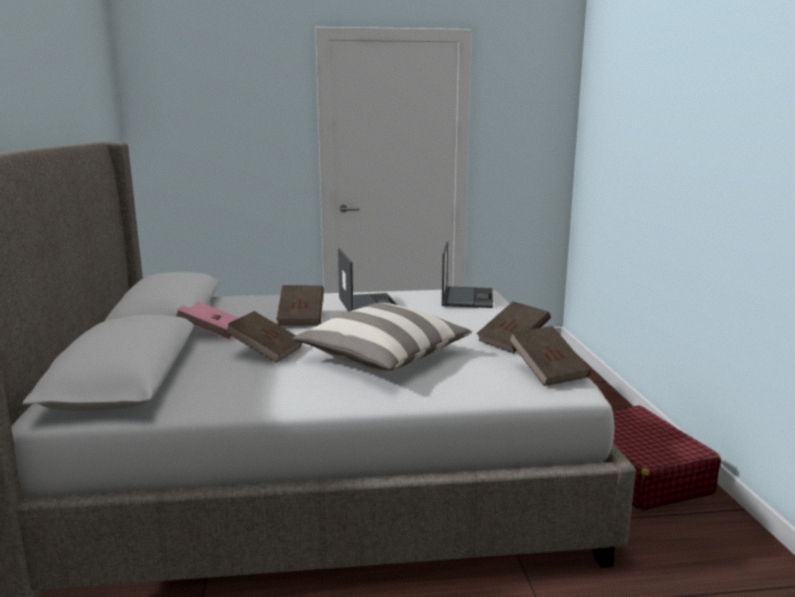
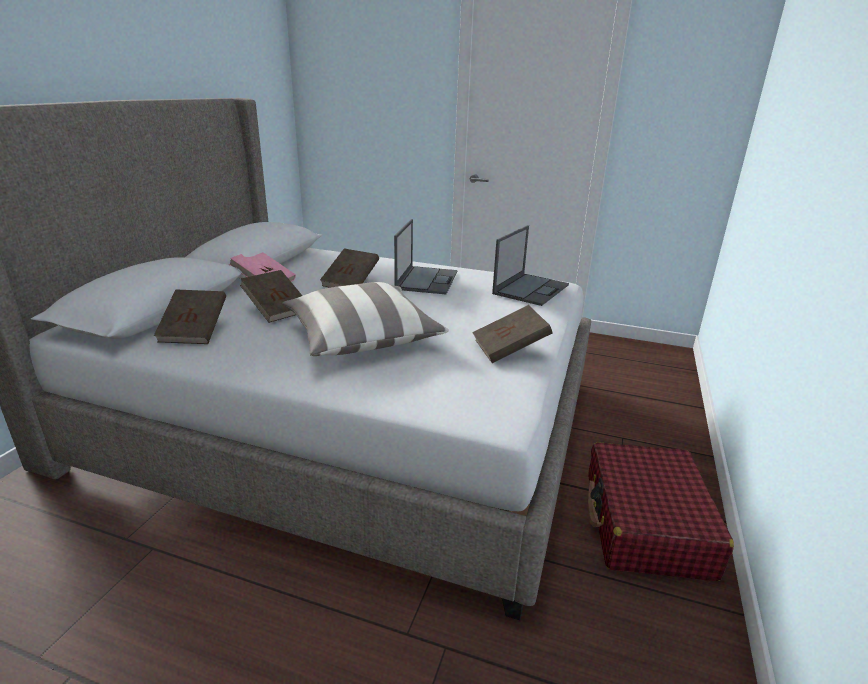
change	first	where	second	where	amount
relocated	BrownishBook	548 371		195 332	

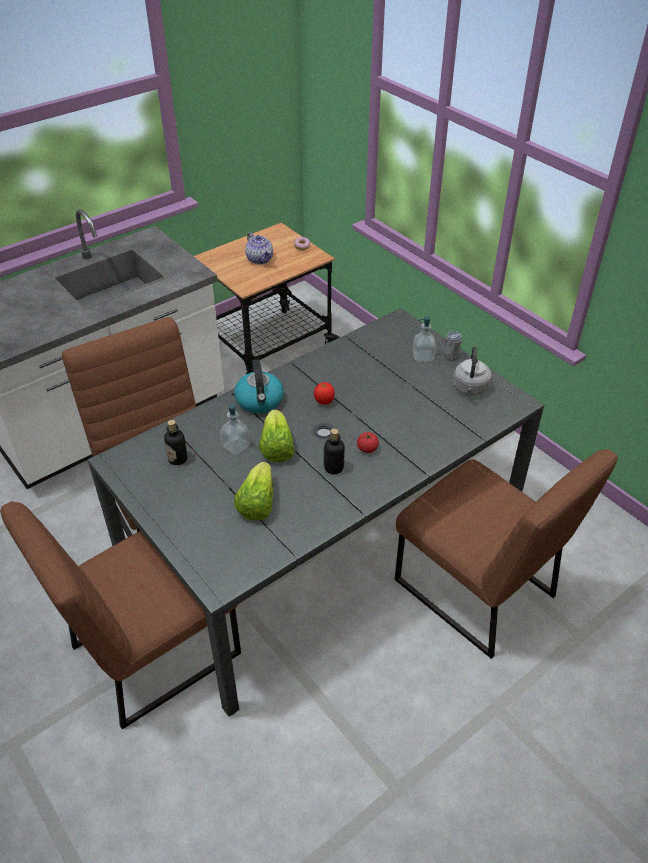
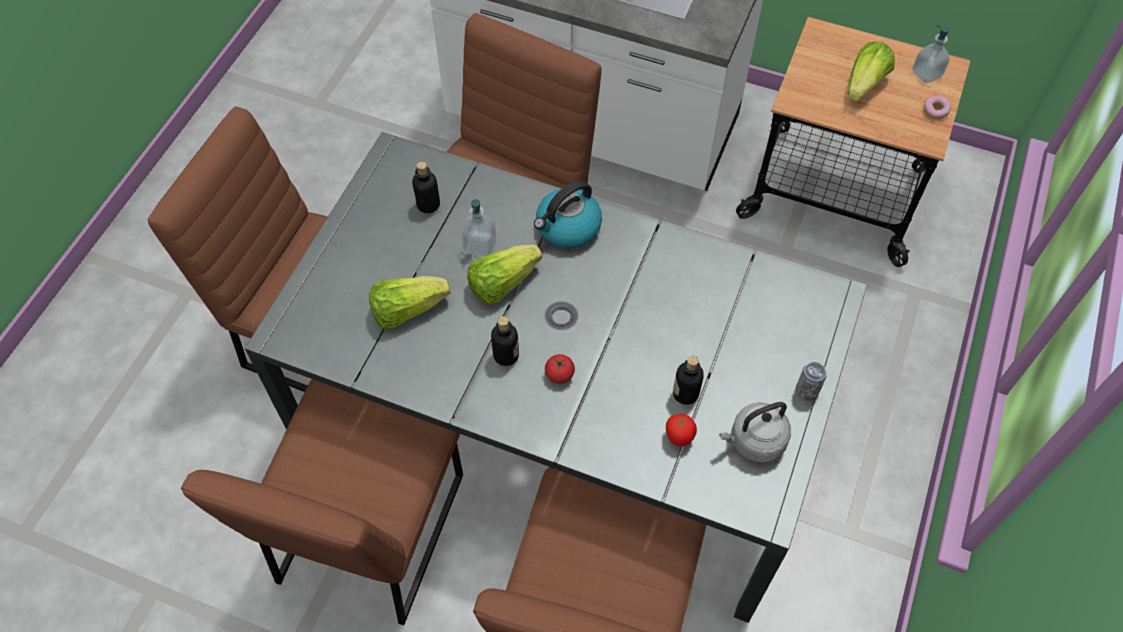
change	first	where	second	where	amount
appeared			BrownishChair	367 533	
appeared			DrinkBottle	685 393	
relocated	WholeTomato	324 402		679 437	
relocated	SoapBottle	423 357		926 74	
exchanged	Teapot	260 259	LettuceHead	865 84	

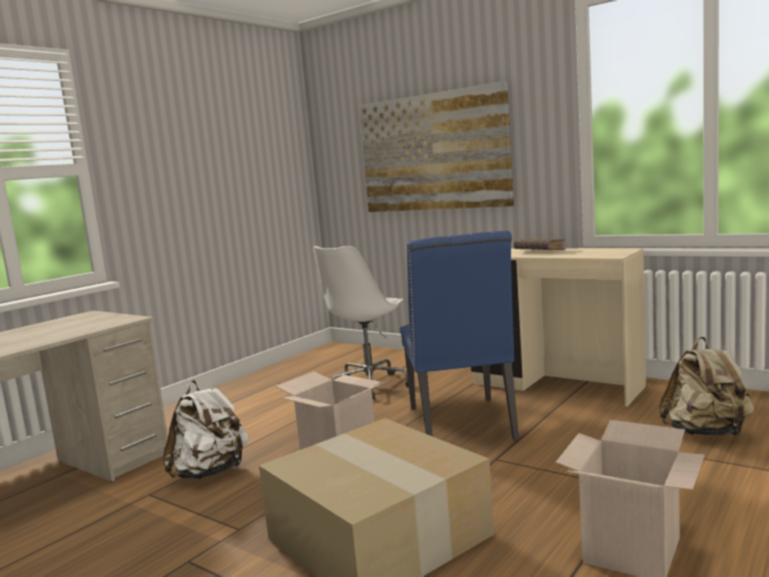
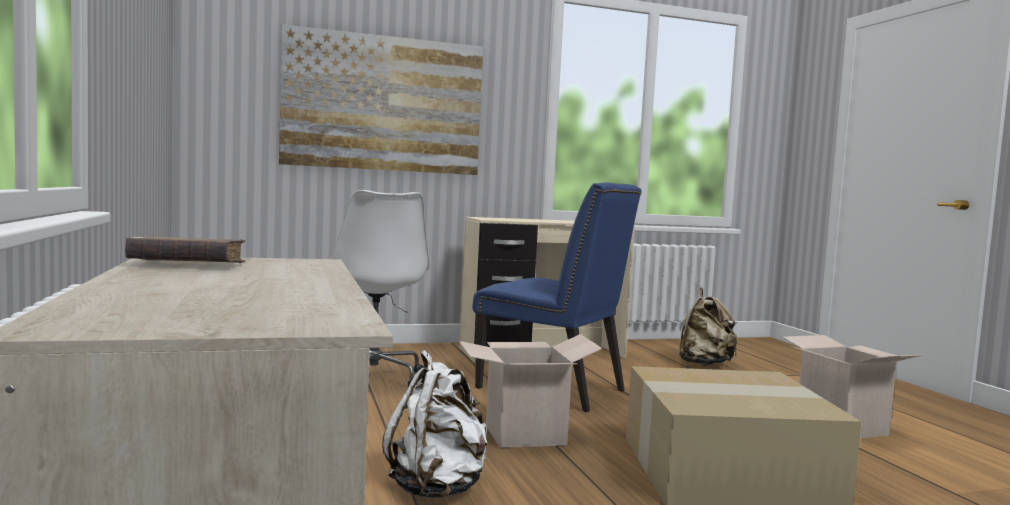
change	first	where	second	where	amount
relocated	BrownishBook	539 251		187 265	

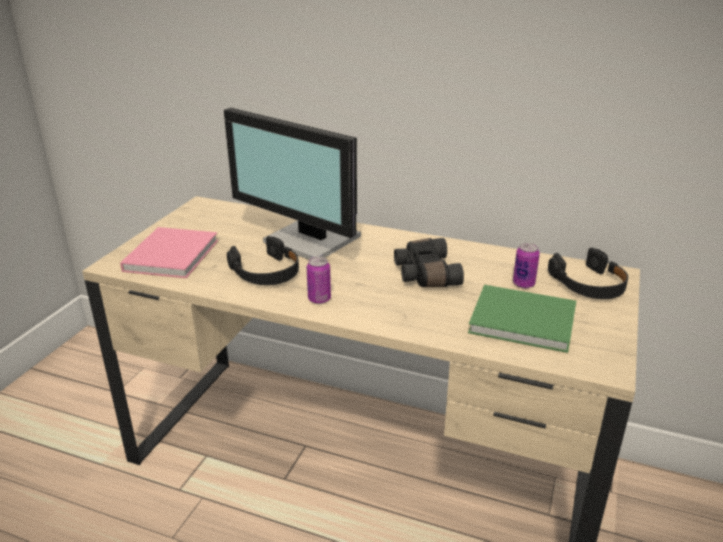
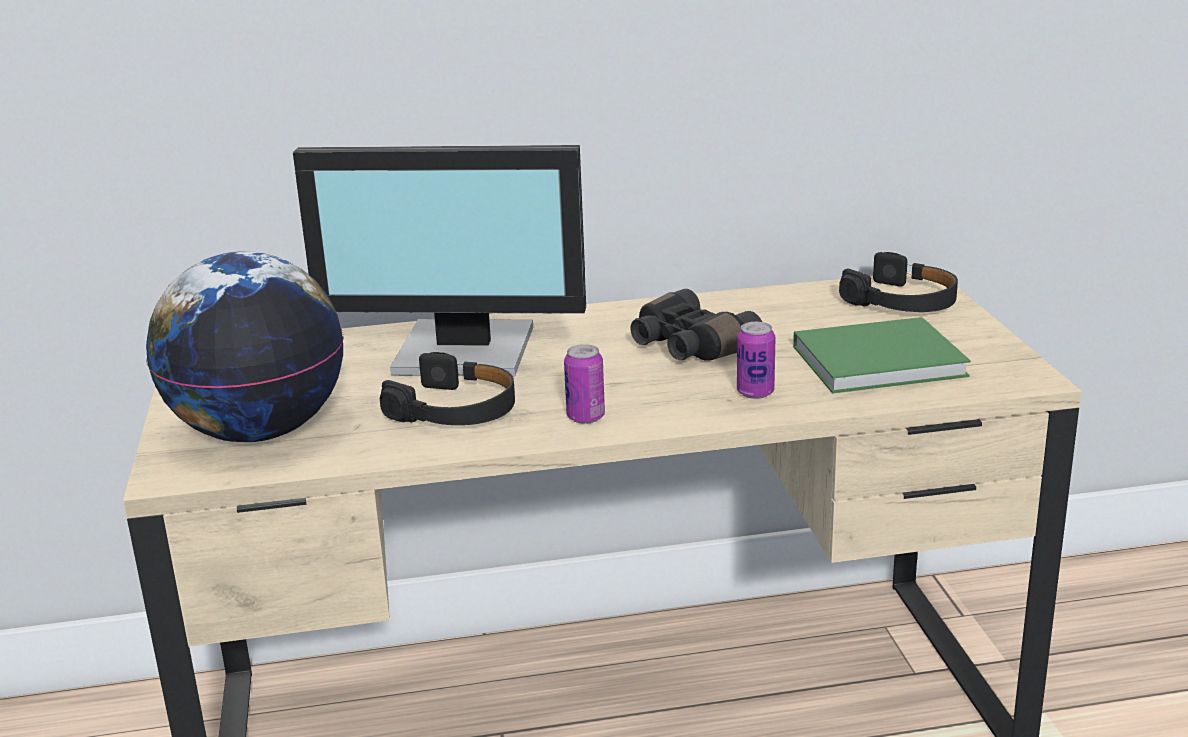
change	first	where	second	where	amount
relocated	Can	523 284		755 392	
exchanged	PinkishBook	173 254	DeskGlobe	259 431	

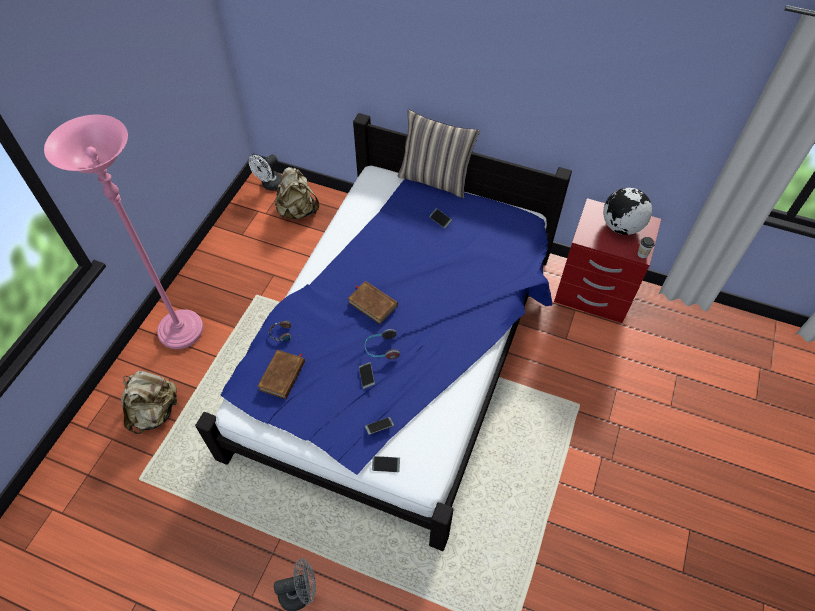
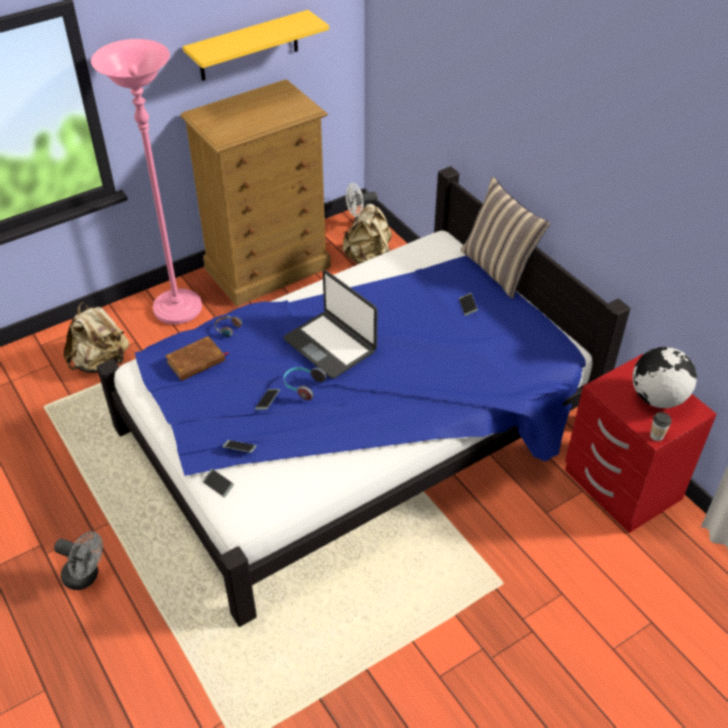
change	first	where	second	where	amount
appeared			BrownishDrawerChest	269 267	
appeared			YellowColouredShelf	248 46	
exchanged	BrownishBook	372 304	NotebookComputer	330 345	

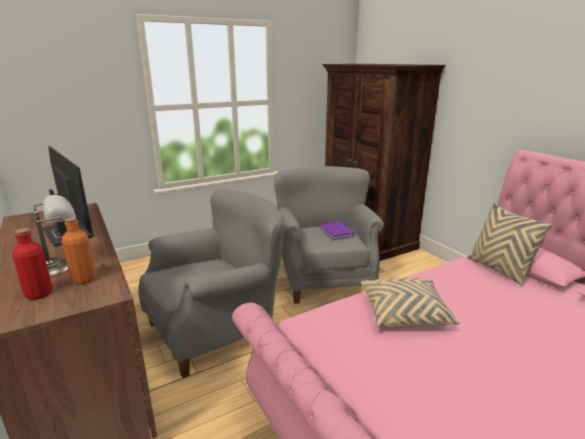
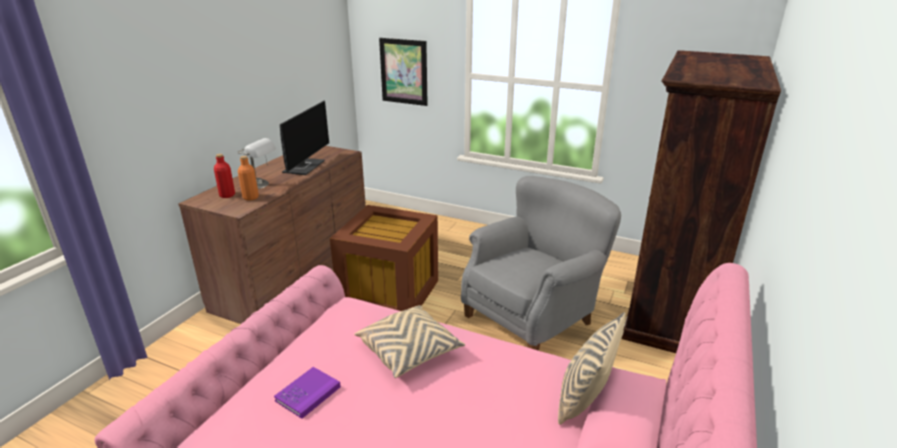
change	first	where	second	where	amount
appeared			WallArt	404 71	
relocated	PurplishBook	336 232		308 394	
exchanged	GrayArmchair	216 328	BrownishStorageContainer	390 294	

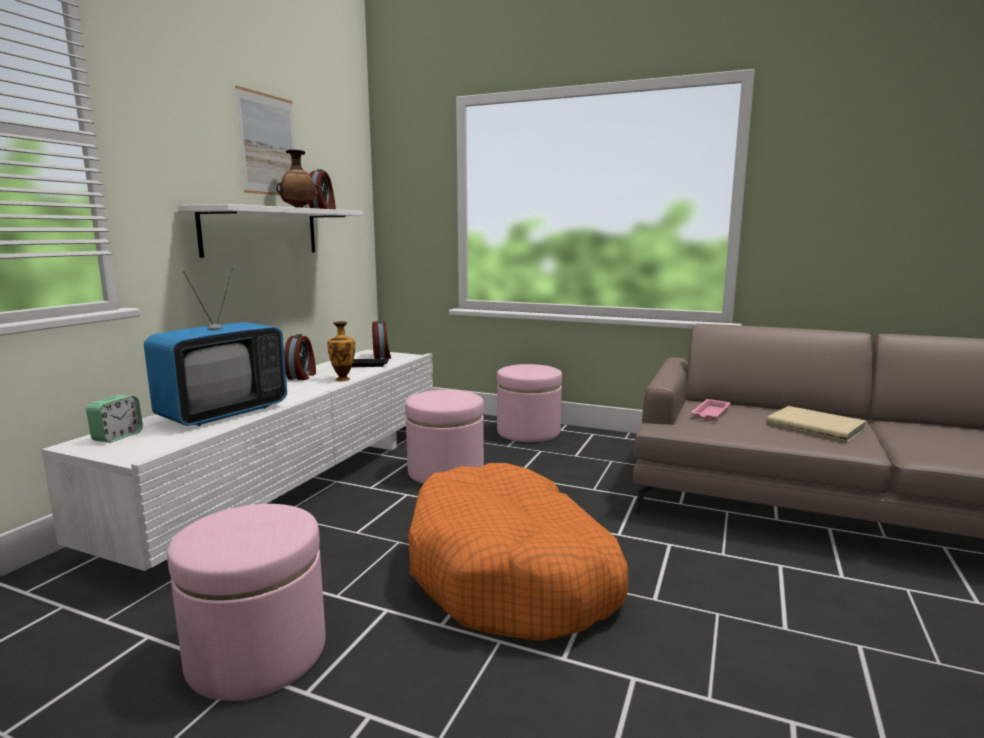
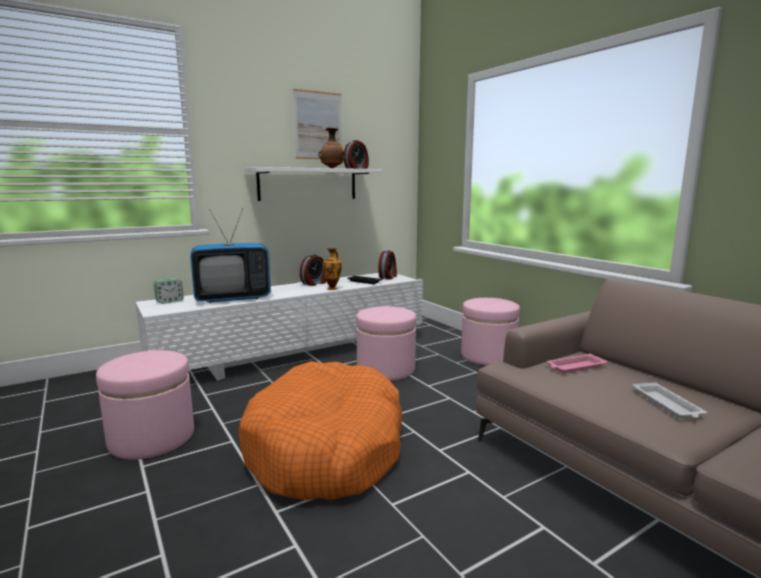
change	first	where	second	where	amount
exchanged	SandColouredBook	815 426	WhiteColouredCarryingTray	667 405	

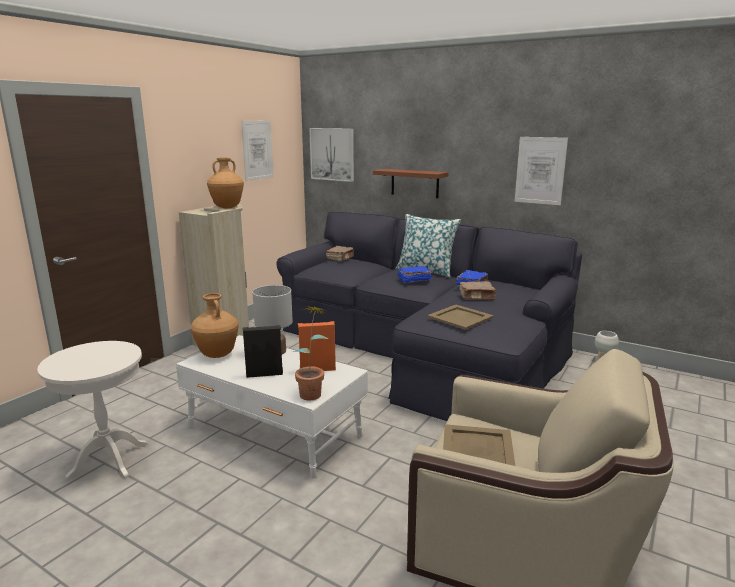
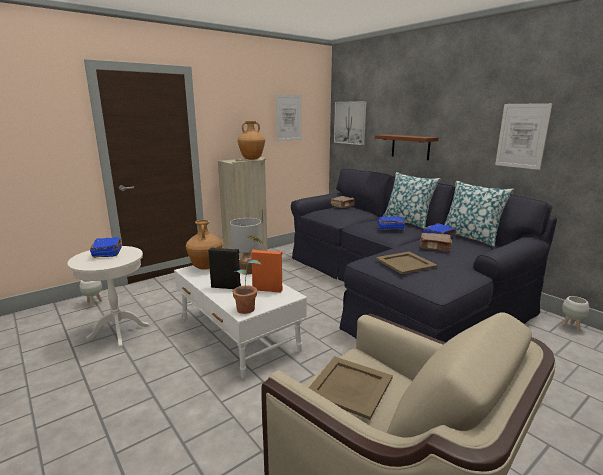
change	first	where	second	where	amount
appeared			WhiteColouredPlantPot	94 303	
appeared			BlueColouredBook	108 253	
appeared			ThrowPillow	470 237	

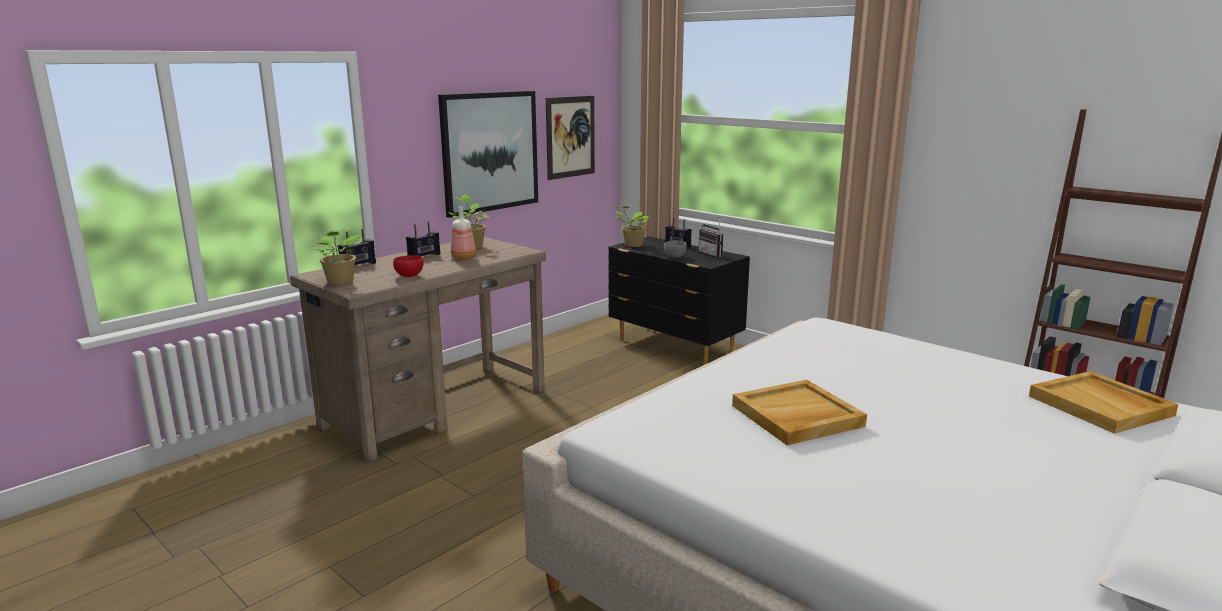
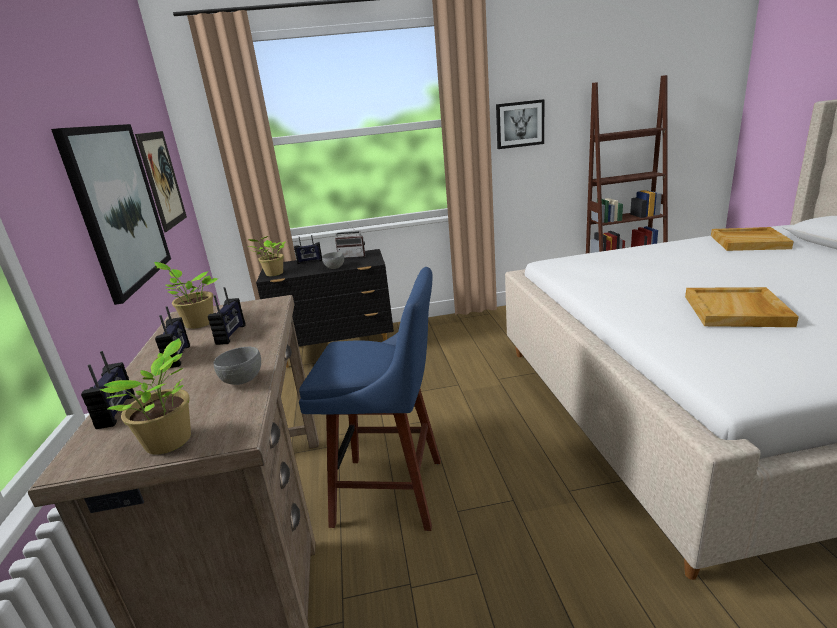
change	first	where	second	where	amount
appeared			BlueColouredStoolSeat	392 493	
appeared			WallArt	519 124	
exchanged	DrinkBottle	464 257	RadioSet	231 334	
colour	RedDeepDish	409 276	GrayDeepDish	243 381	

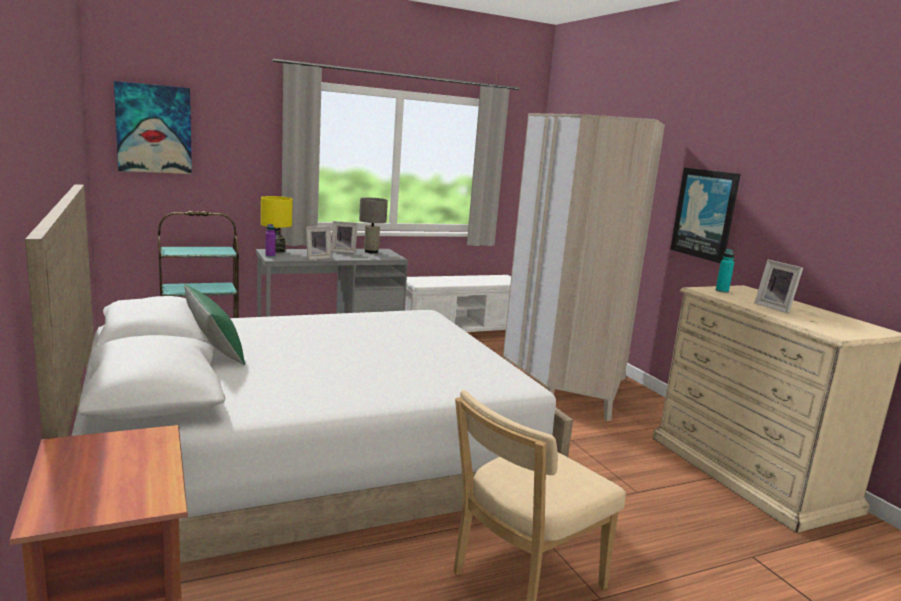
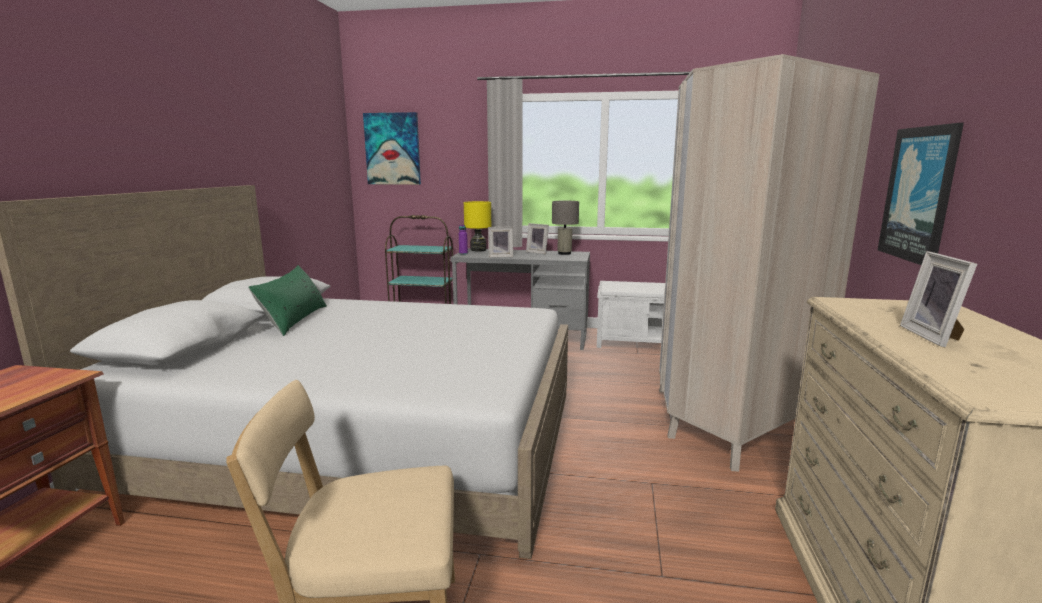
change	first	where	second	where	amount
missing	TurquoiseColouredDrinkBottle	722 291			

